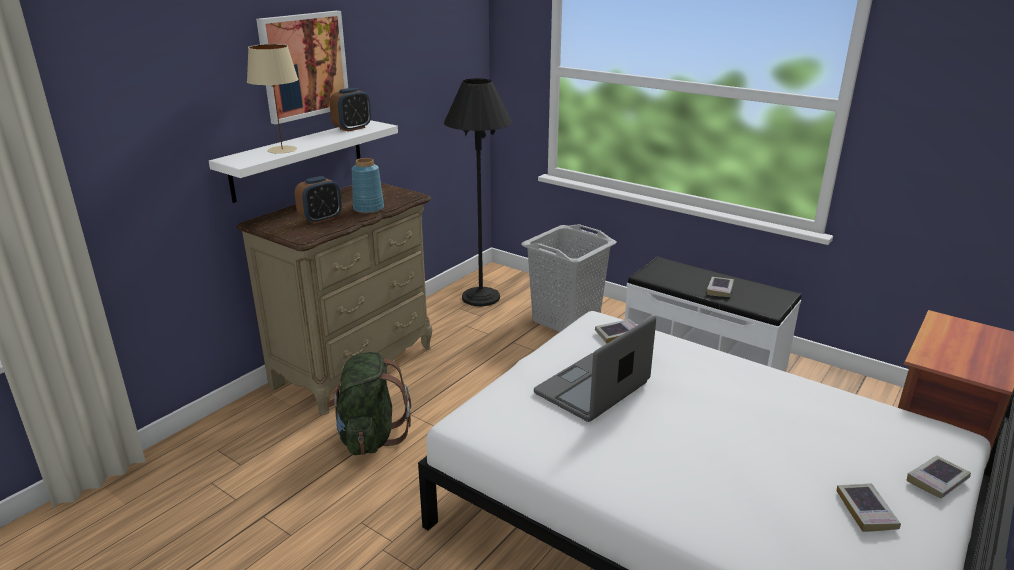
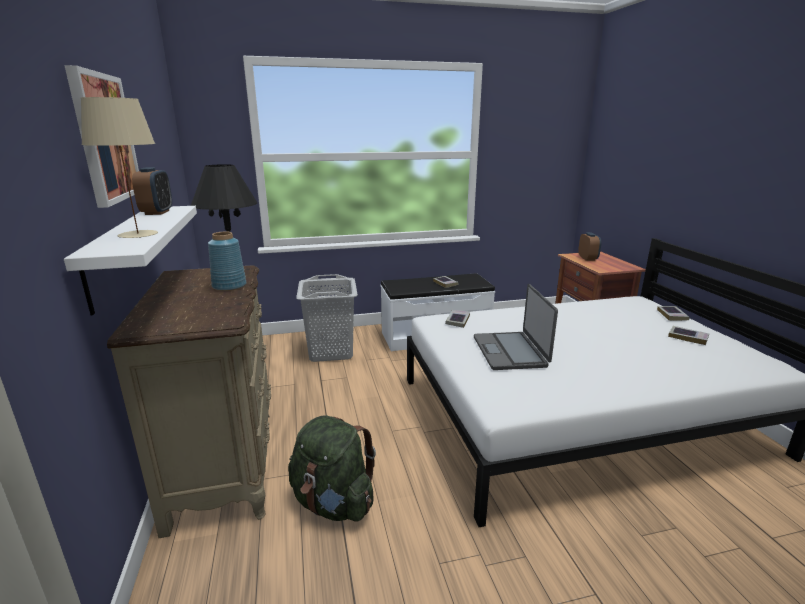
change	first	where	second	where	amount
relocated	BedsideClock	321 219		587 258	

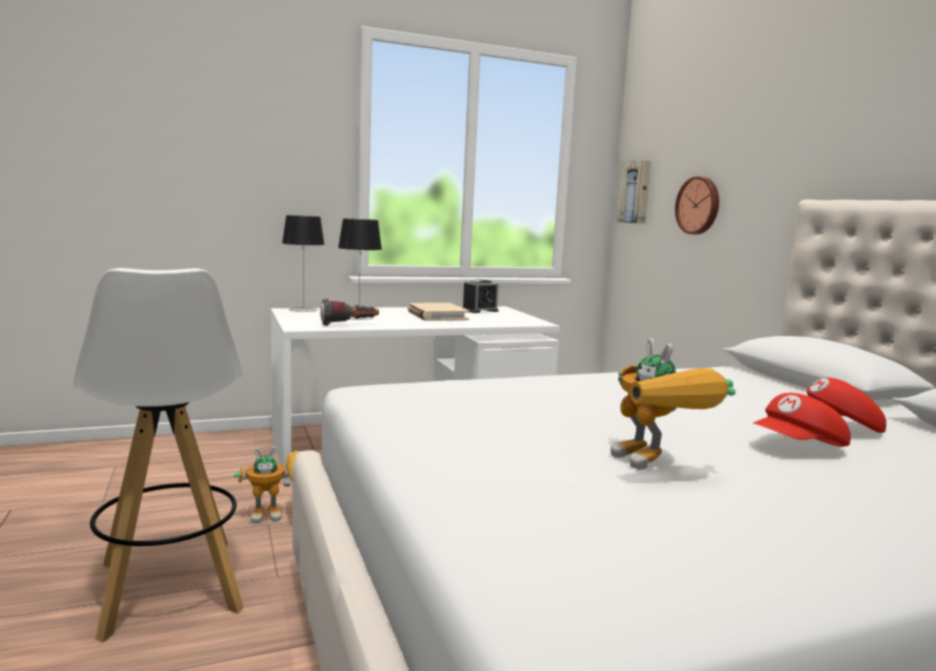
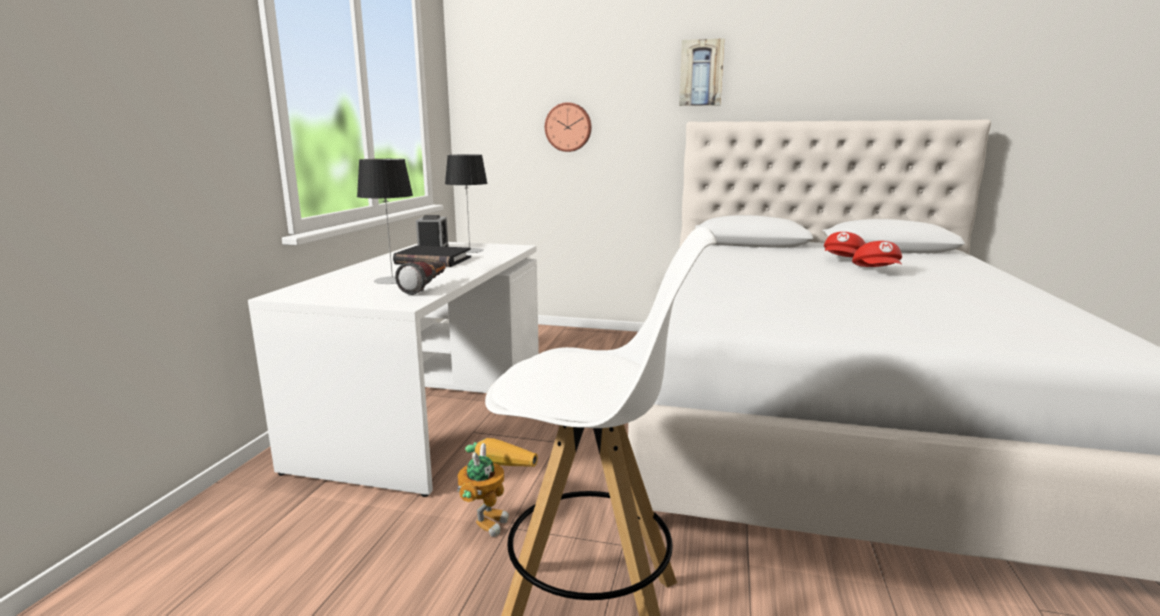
change	first	where	second	where	amount
missing	ModelRobot	657 466			
relocated	LampForATable	303 310		469 251	
relocated	WallArt	635 192		701 73	
colour	SandColouredBook	437 315	BlackishBook	433 260	

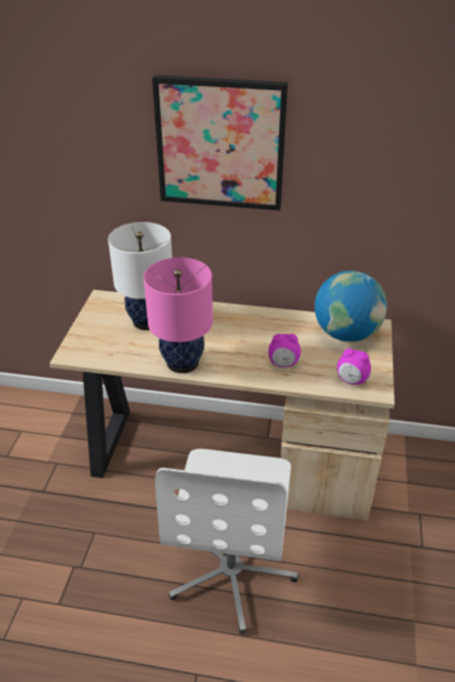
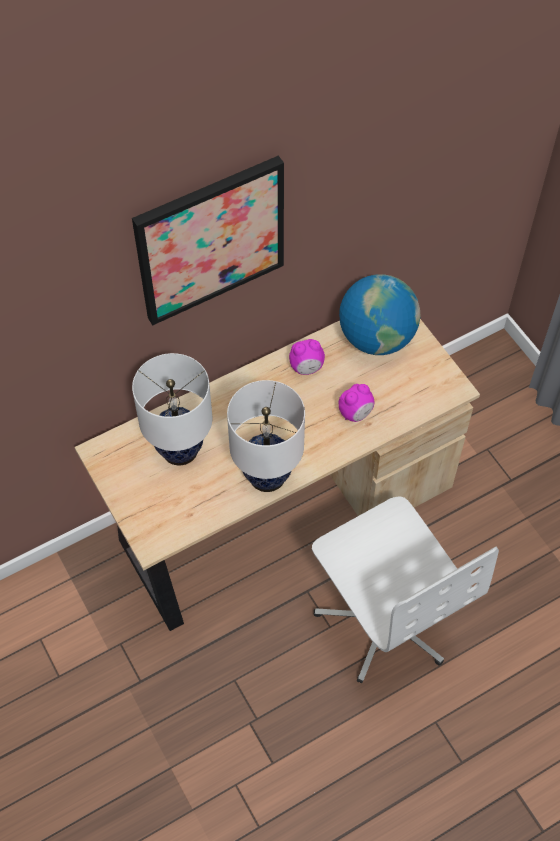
change	first	where	second	where	amount
relocated	BedsideClock	351 381		306 368	
colour	PinkishLampForATable	183 362	WhiteColouredLampForATable	267 475	

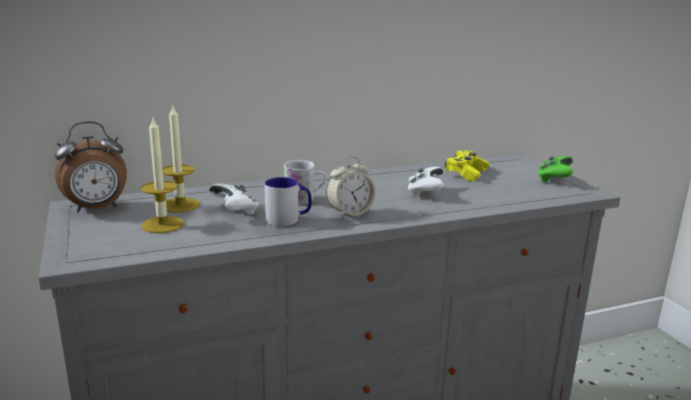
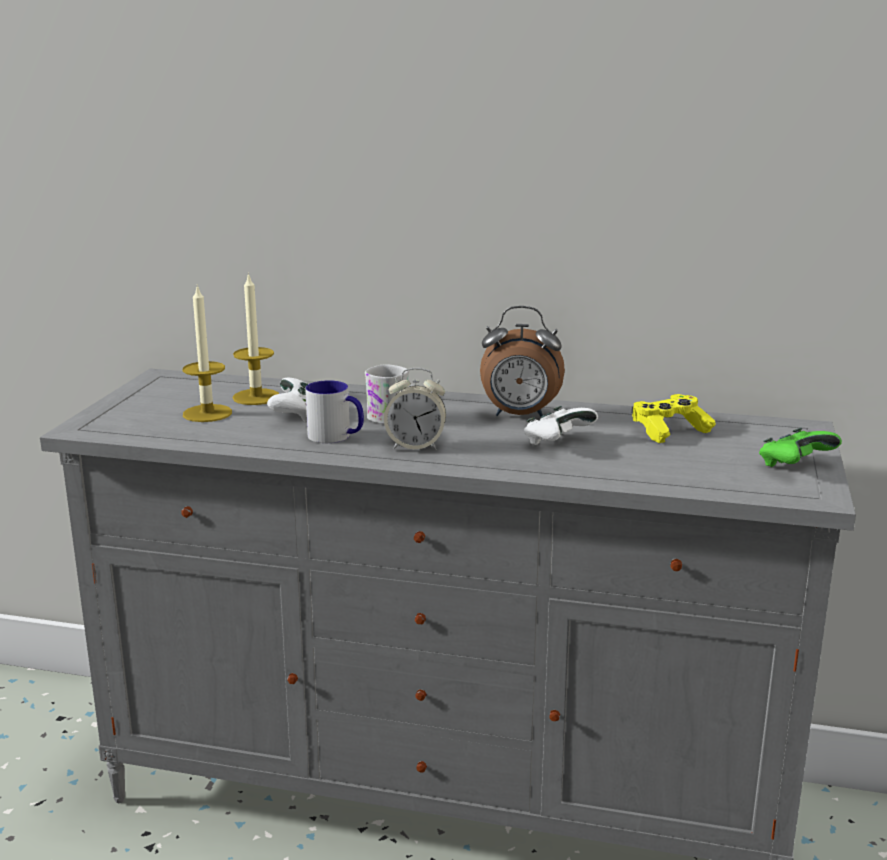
change	first	where	second	where	amount
relocated	BedsideClock	96 209		519 415	

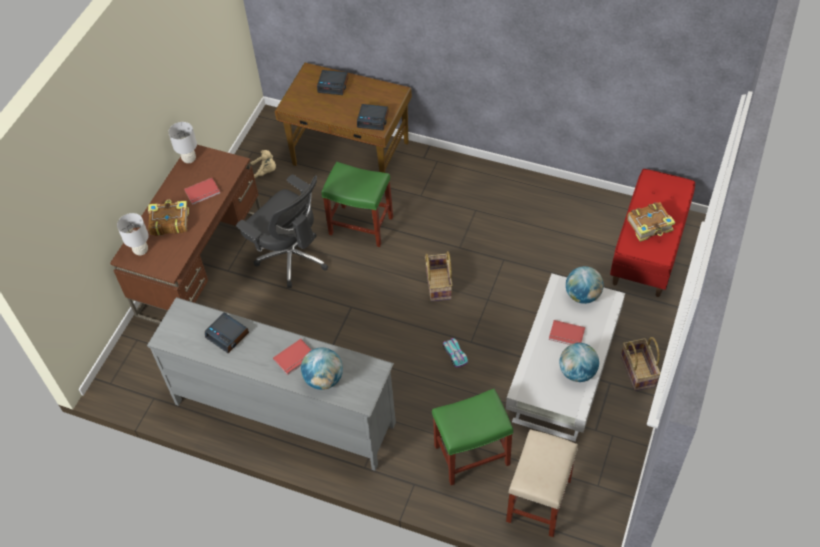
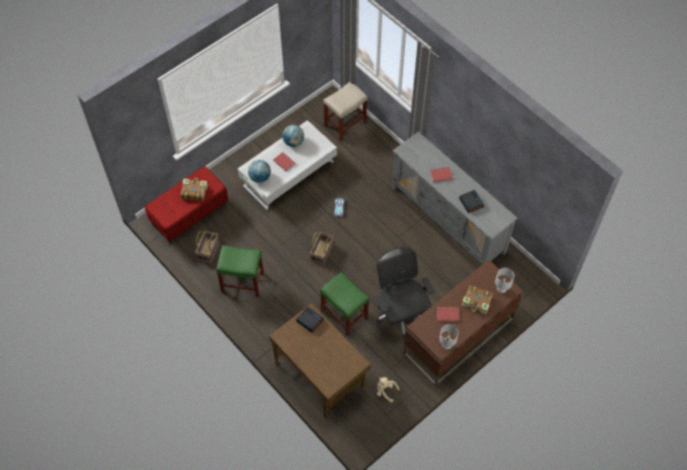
change	first	where	second	where	amount
missing	DeskGlobe	324 379			
missing	BedsideClock	333 85			
relocated	GreenStoolSeat	471 455		243 282	
relocated	HouseholdBasket	638 371		208 250	

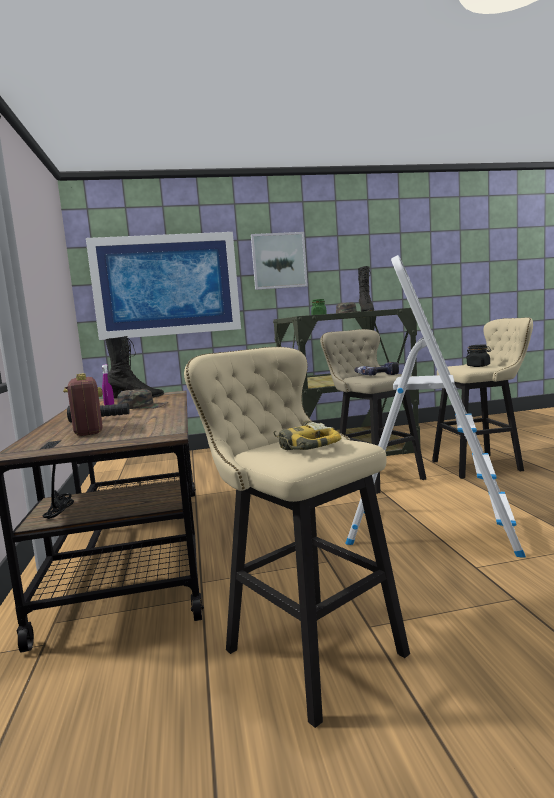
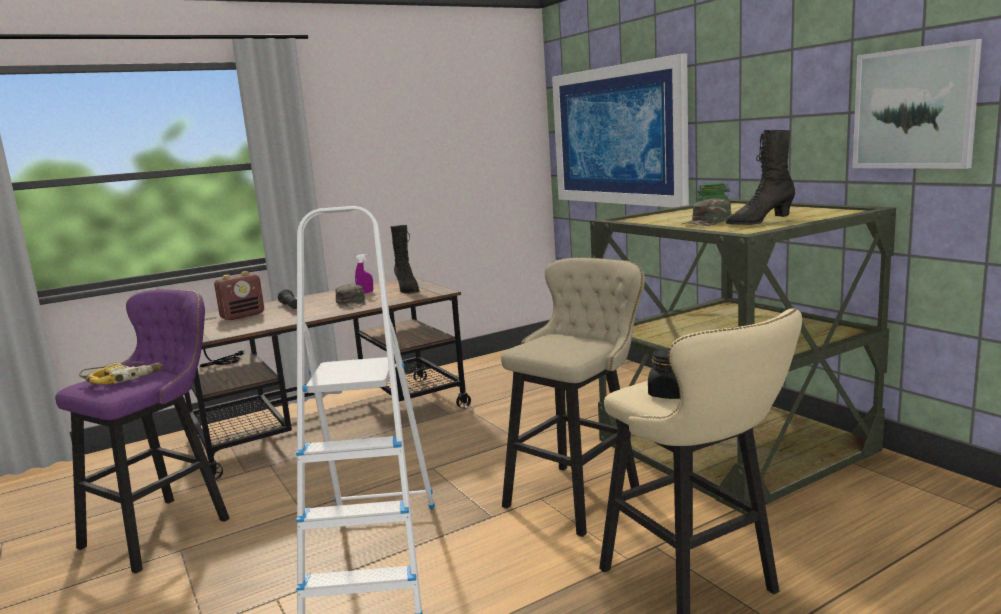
change	first	where	second	where	amount
missing	PowerDrill	377 375			
relocated	WallArt	279 261		914 108	
colour	SandColouredStoolSeat	301 642	PurplishStoolSeat	169 525	

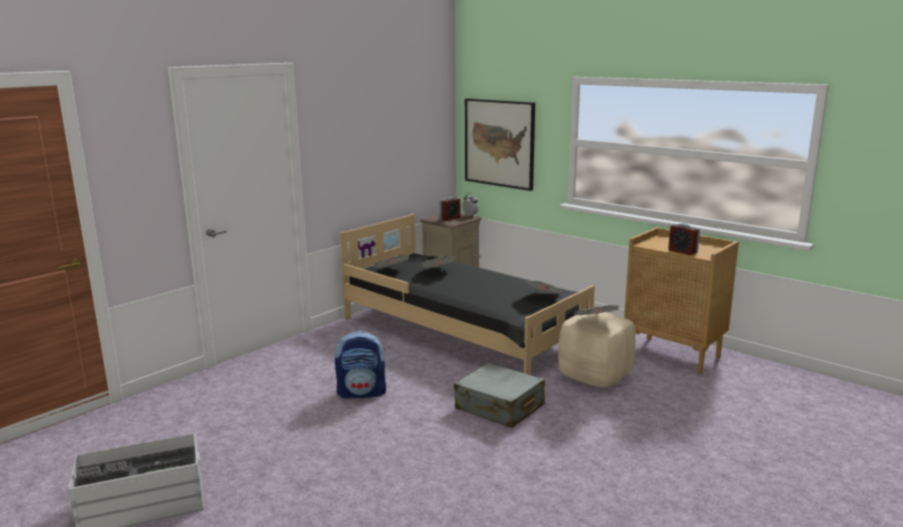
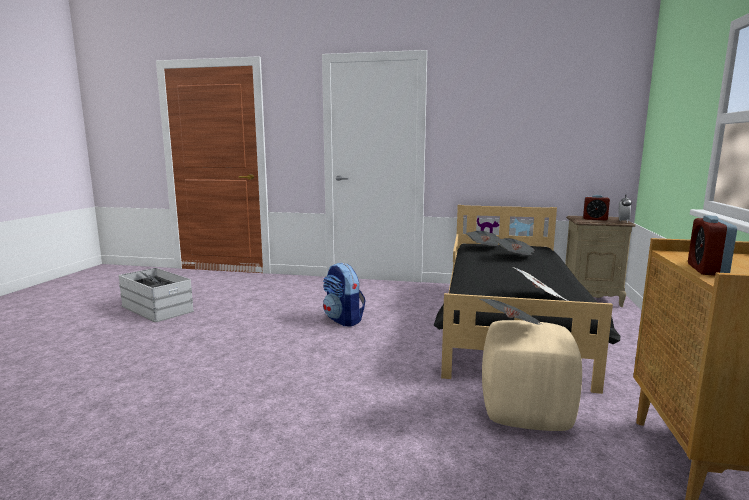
change	first	where	second	where	amount
missing	GrayPieceOfLuggage	499 407			
missing	WallArt	499 143			

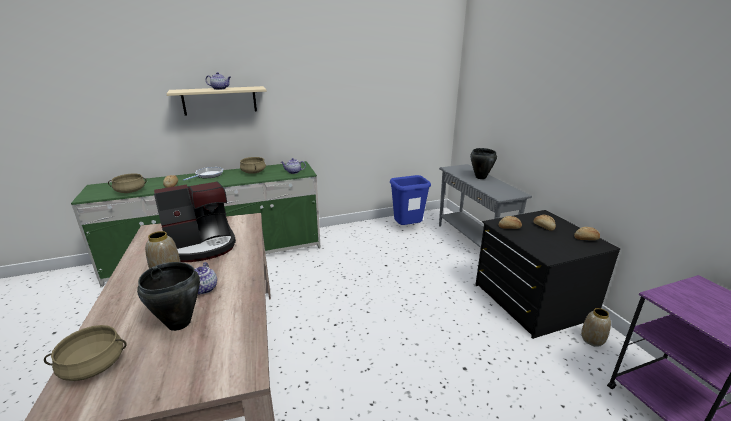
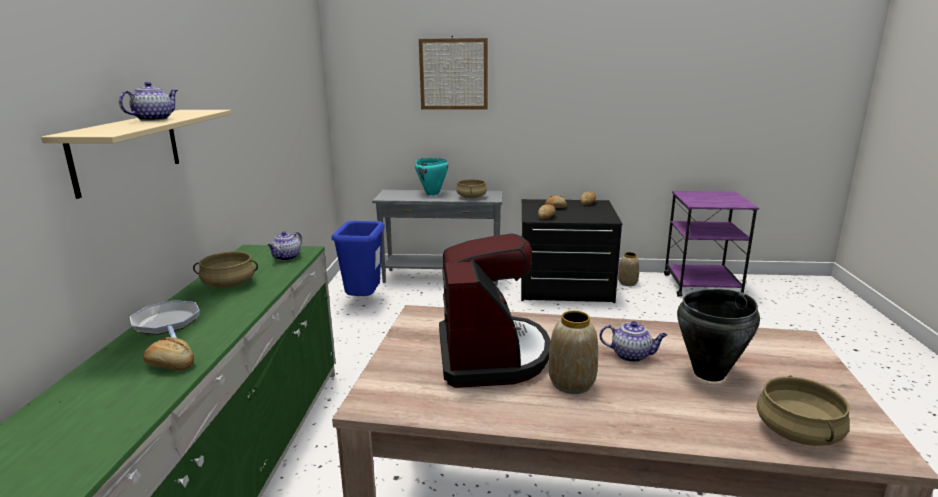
change	first	where	second	where	amount
appeared			WallArt	453 73	
relocated	SandColouredSaucepot	130 191		471 197	
colour	BlackishSaucepot	480 177	TurquoiseColouredSaucepot	432 194	

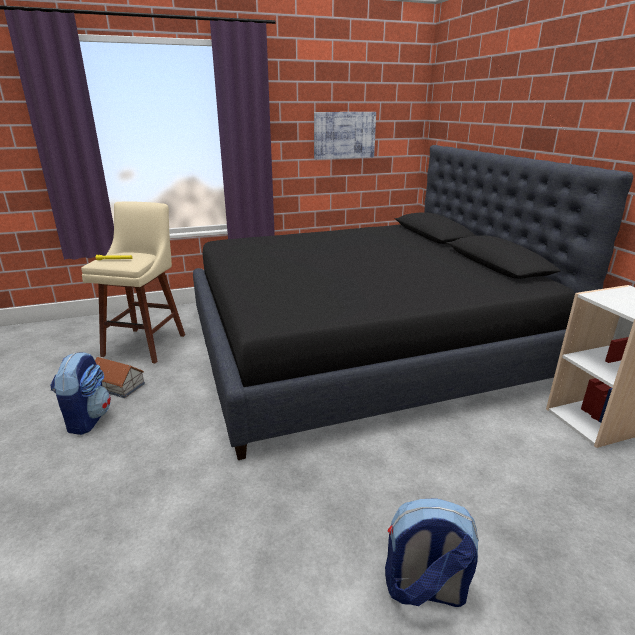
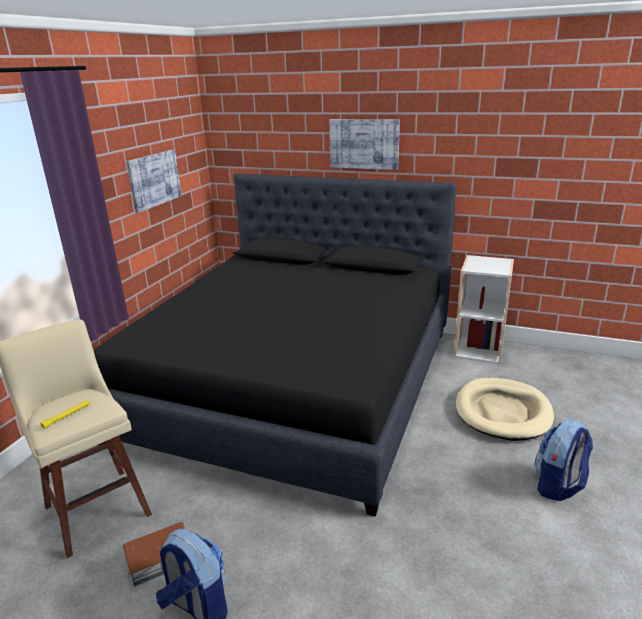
change	first	where	second	where	amount
appeared			WallArt	364 144	
appeared			SandColouredDogBed	502 412	

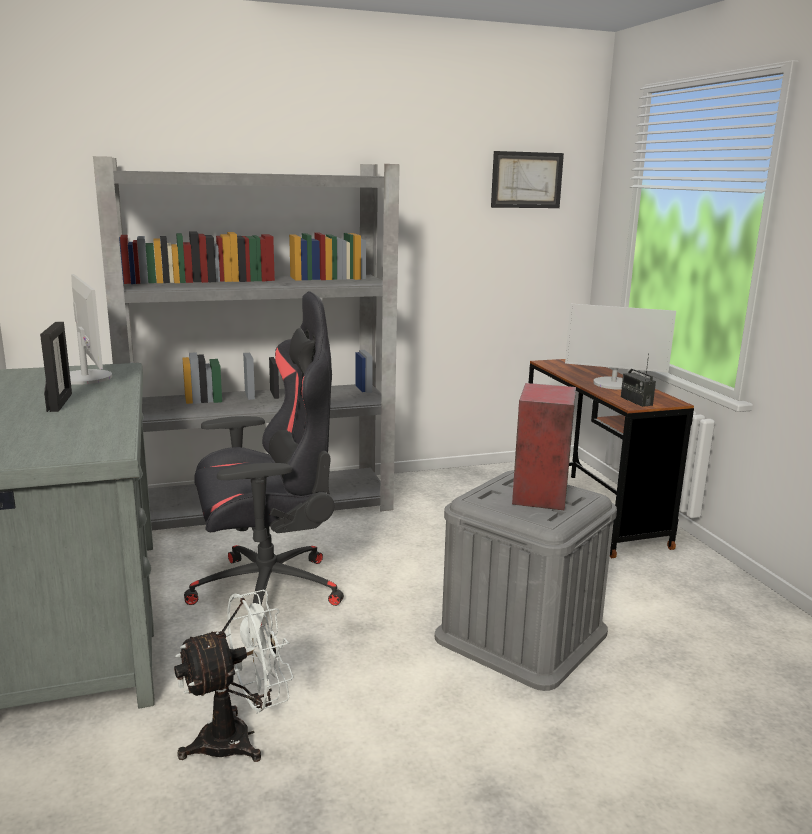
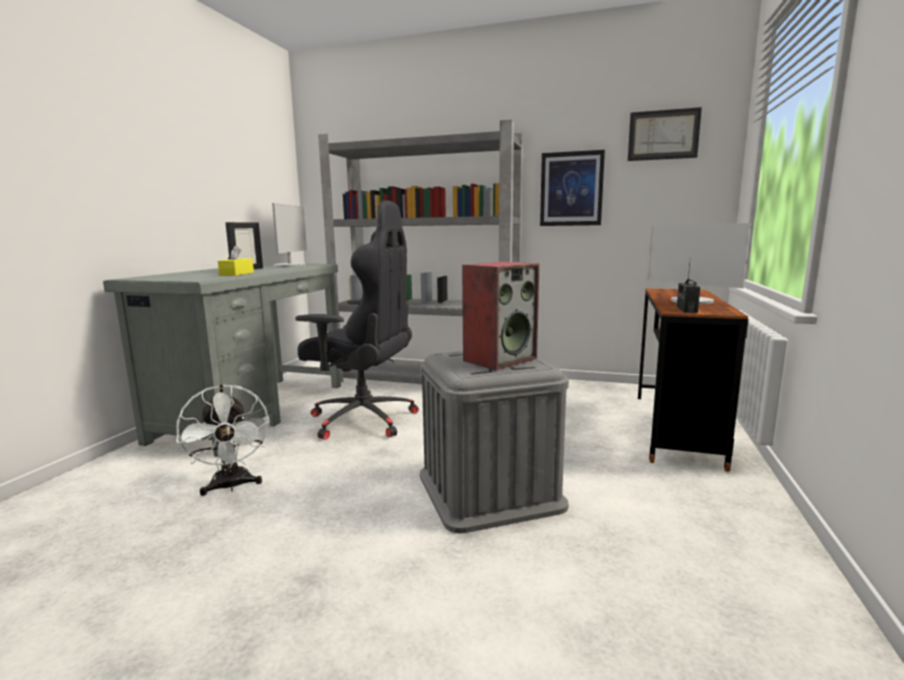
change	first	where	second	where	amount
appeared			YellowColouredTissueBox	237 274	
appeared			WallArt	571 189	
spun	WhiteColouredElectricFan	239 737		231 486	60 degrees clockwise

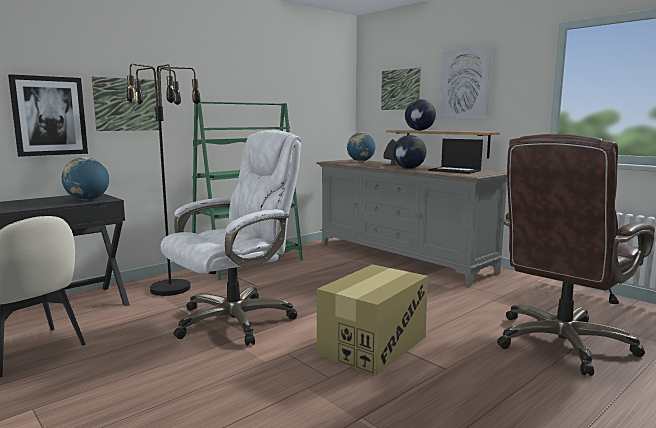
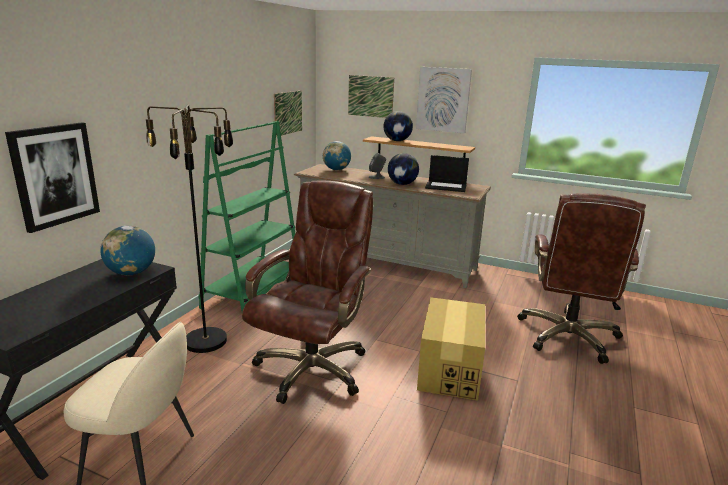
change	first	where	second	where	amount
relocated	WallArt	127 104		288 113	
colour	WhiteColouredDeskChair	234 320	BrownishDeskChair	312 369	

